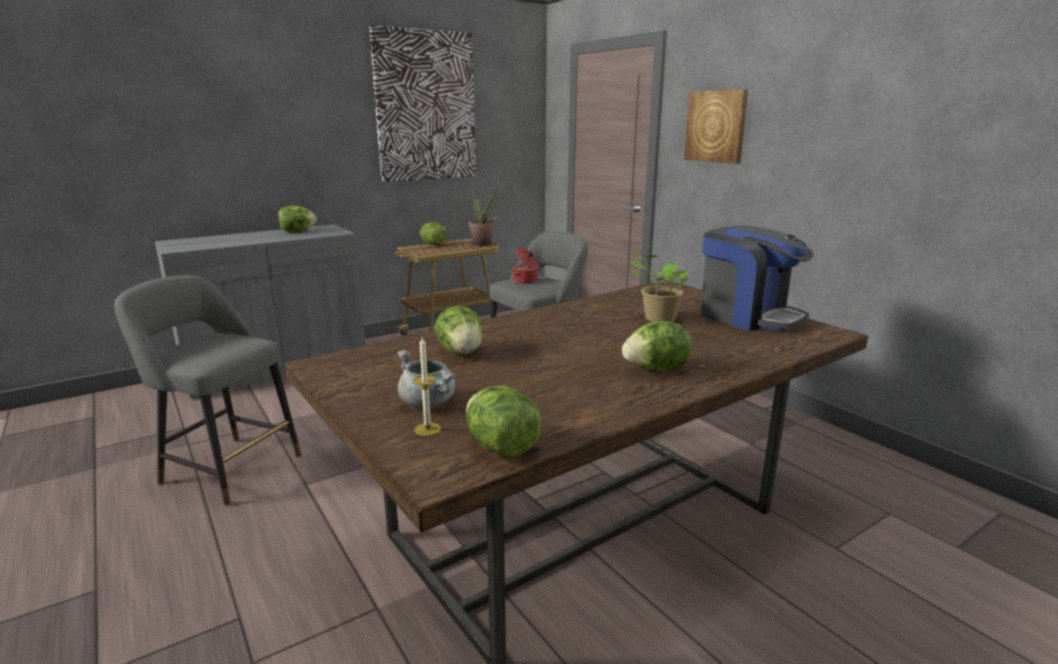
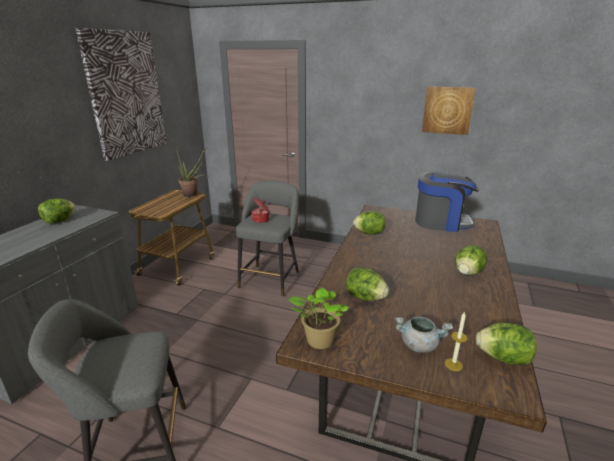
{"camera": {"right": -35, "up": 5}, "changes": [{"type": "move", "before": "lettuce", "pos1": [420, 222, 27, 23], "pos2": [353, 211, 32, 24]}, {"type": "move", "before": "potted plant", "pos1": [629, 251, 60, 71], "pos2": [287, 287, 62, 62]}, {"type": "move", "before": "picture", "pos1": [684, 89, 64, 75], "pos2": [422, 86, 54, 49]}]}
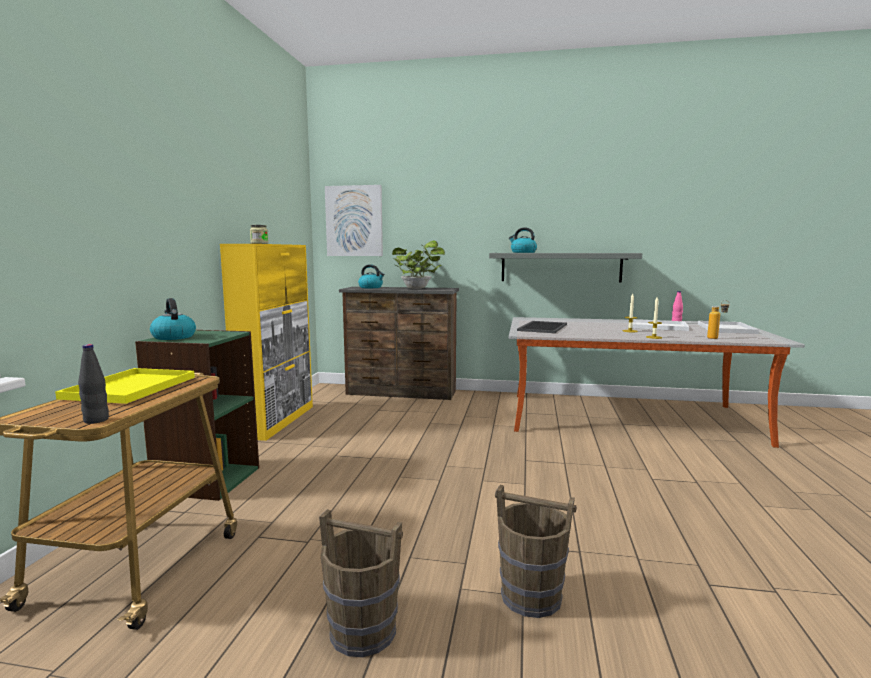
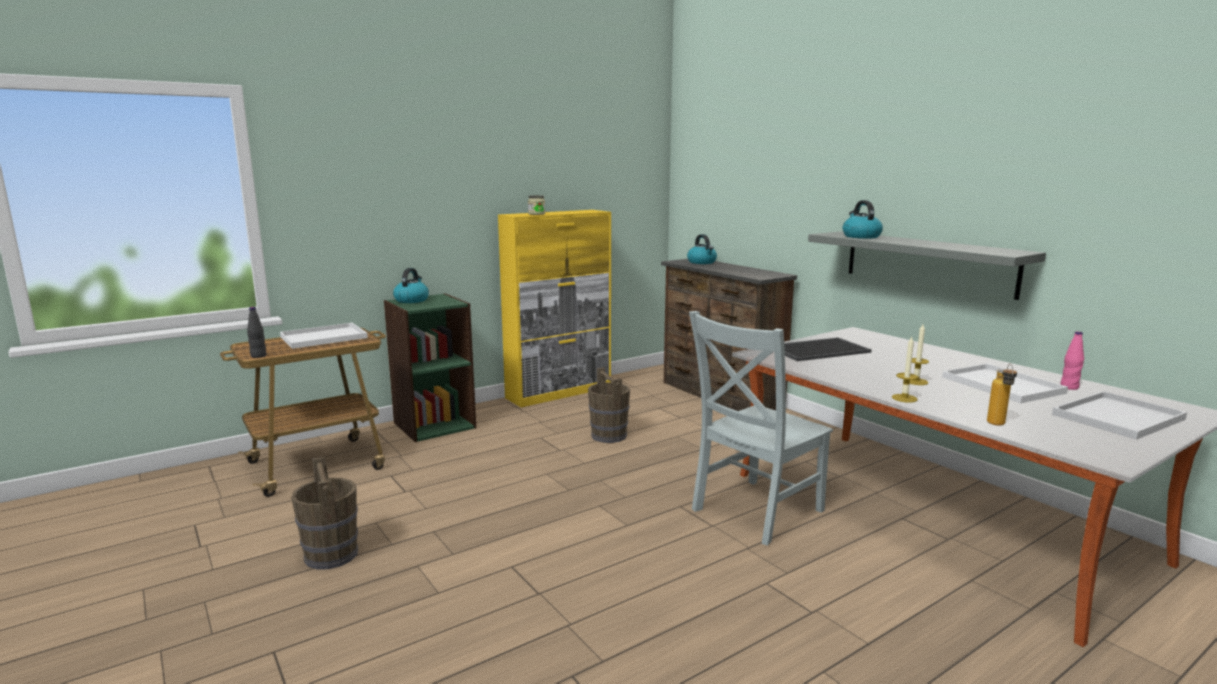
{"camera": {"right": 45, "up": 5}, "changes": [{"type": "recolor", "before": "tray in yellow", "after": "tray in white", "pos1": [55, 368, 140, 36], "pos2": [280, 323, 88, 26]}, {"type": "delete", "before": "picture", "pos1": [325, 185, 58, 71]}, {"type": "delete", "before": "potted plant", "pos1": [392, 241, 53, 48]}, {"type": "move", "before": "bucket in brown", "pos1": [495, 485, 82, 133], "pos2": [588, 367, 42, 76]}, {"type": "insert", "after": "chair in grey", "pos2": [689, 311, 144, 235]}]}
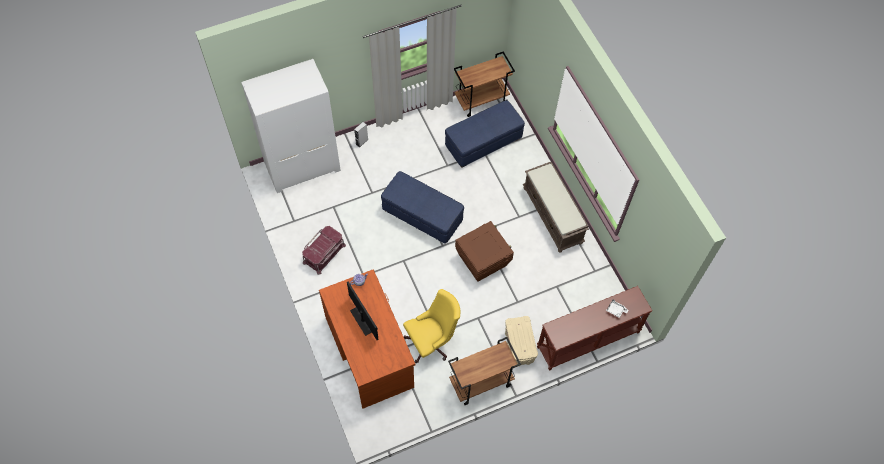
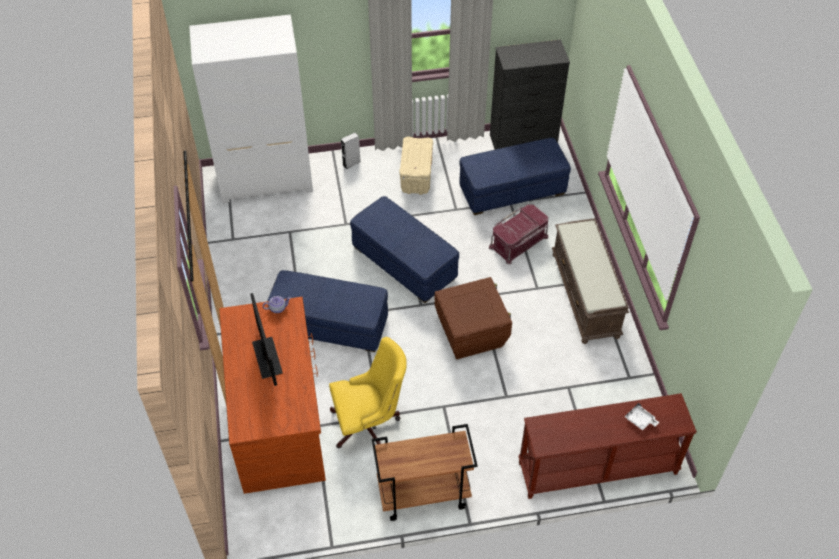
{"camera": {"right": 15, "up": -10}, "changes": [{"type": "move", "before": "storage box in red", "pos1": [302, 226, 44, 49], "pos2": [489, 204, 59, 60]}, {"type": "replace", "before": "cart in brown", "after": "dresser in black", "pos1": [454, 51, 61, 66], "pos2": [490, 40, 80, 110]}, {"type": "move", "before": "storage box in beige", "pos1": [505, 316, 33, 50], "pos2": [399, 137, 34, 58]}, {"type": "insert", "after": "ottoman in blue", "pos2": [267, 270, 121, 82]}]}
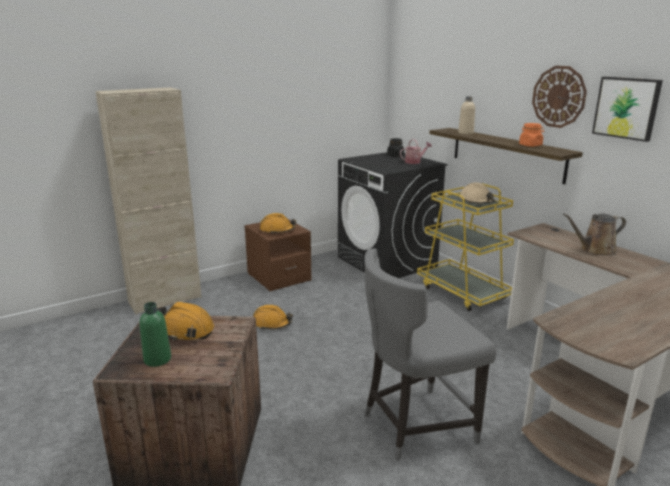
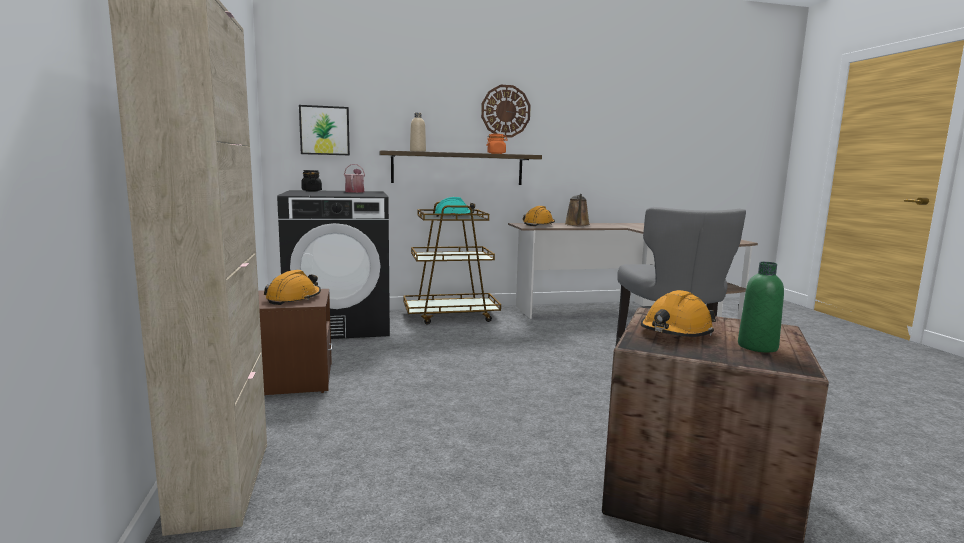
{"camera": {"right": -70, "up": -10}, "changes": [{"type": "move", "before": "hard hat in orange", "pos1": [253, 305, 40, 25], "pos2": [522, 206, 33, 20]}, {"type": "recolor", "before": "cart in yellow", "after": "cart in brown", "pos1": [417, 184, 97, 127], "pos2": [403, 202, 98, 123]}, {"type": "recolor", "before": "hard hat in beige", "after": "hard hat in turquoise", "pos1": [460, 182, 35, 21], "pos2": [435, 197, 40, 20]}, {"type": "move", "before": "picture", "pos1": [592, 77, 71, 65], "pos2": [299, 105, 51, 50]}]}
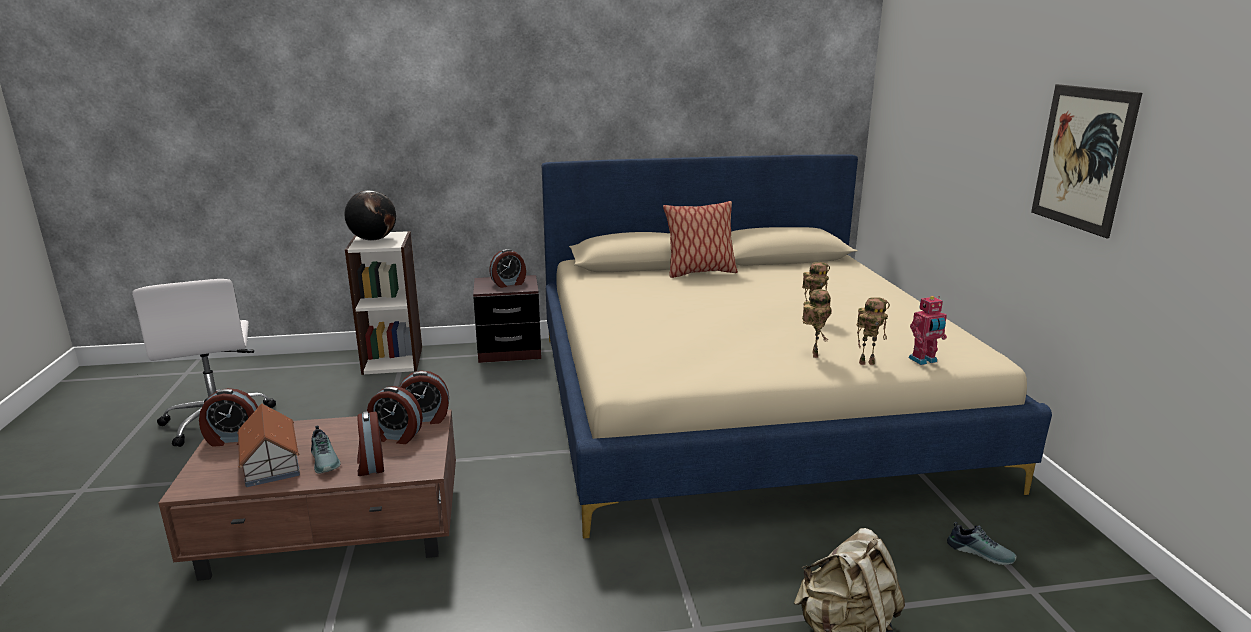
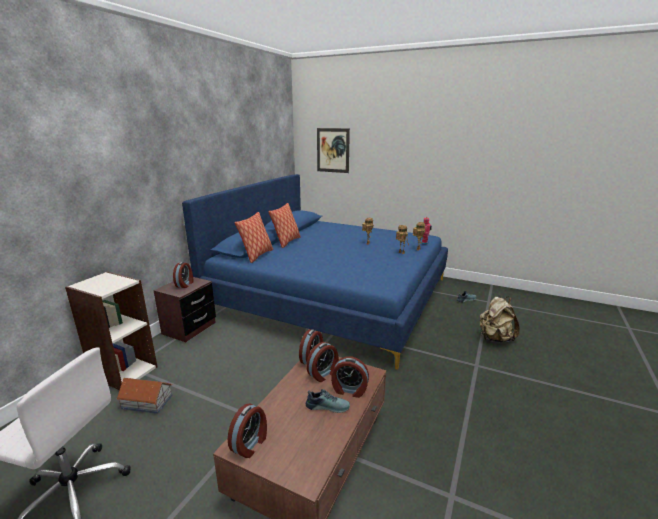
{"camera": {"right": -55, "up": 0}, "changes": [{"type": "move", "before": "toy house", "pos1": [237, 403, 63, 84], "pos2": [116, 378, 57, 36]}, {"type": "delete", "before": "globe", "pos1": [344, 190, 52, 51]}, {"type": "recolor", "before": "bed in beige", "after": "bed in blue", "pos1": [542, 154, 510, 384], "pos2": [182, 174, 266, 196]}, {"type": "move", "before": "picture", "pos1": [1031, 84, 111, 154], "pos2": [317, 128, 33, 45]}, {"type": "insert", "after": "pillow", "pos2": [235, 212, 38, 51]}]}
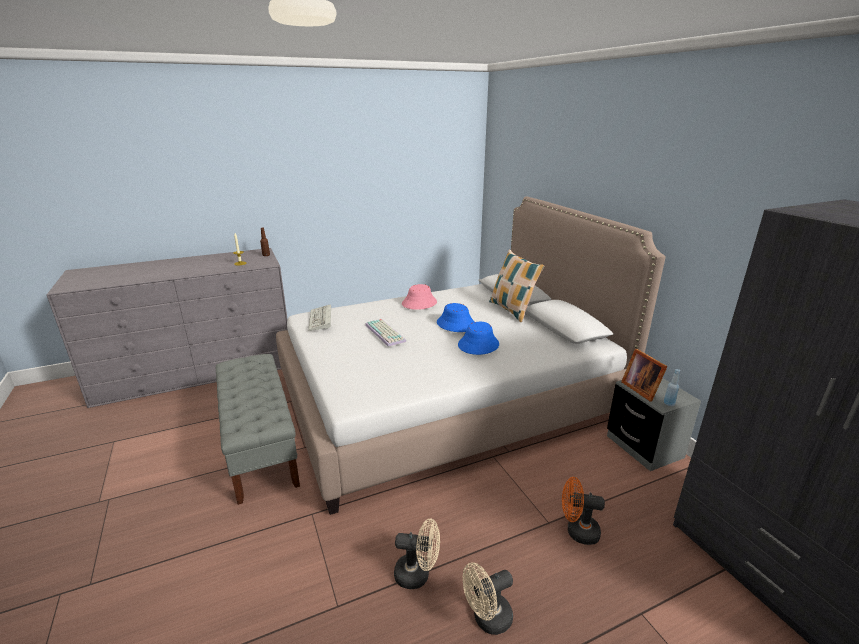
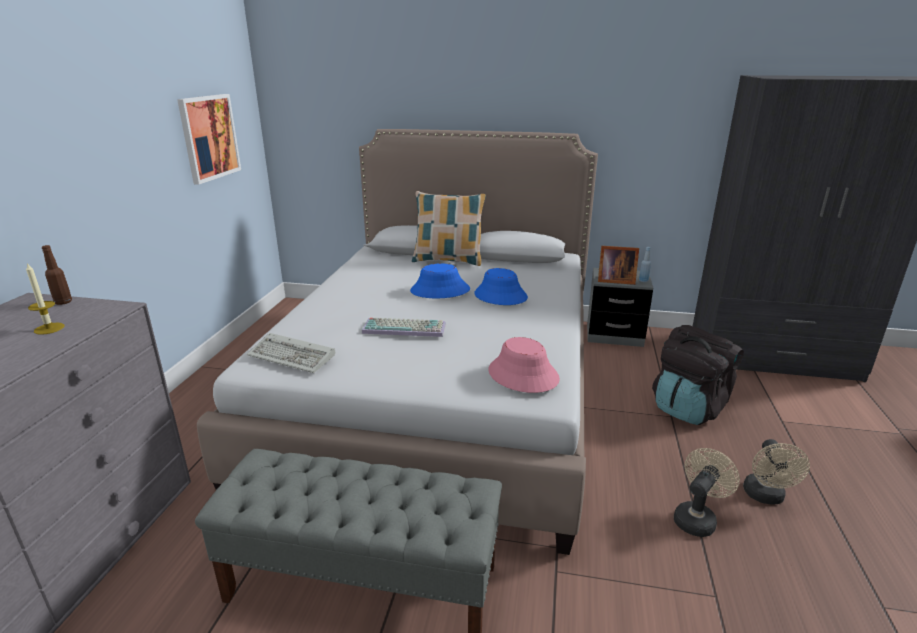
{"camera": {"right": -55, "up": 0}, "changes": [{"type": "move", "before": "hat in pink", "pos1": [402, 284, 35, 26], "pos2": [488, 337, 72, 56]}, {"type": "replace", "before": "fan in orange", "after": "backpack in black", "pos1": [562, 477, 43, 68], "pos2": [652, 325, 92, 100]}, {"type": "insert", "after": "picture", "pos2": [177, 94, 64, 91]}]}
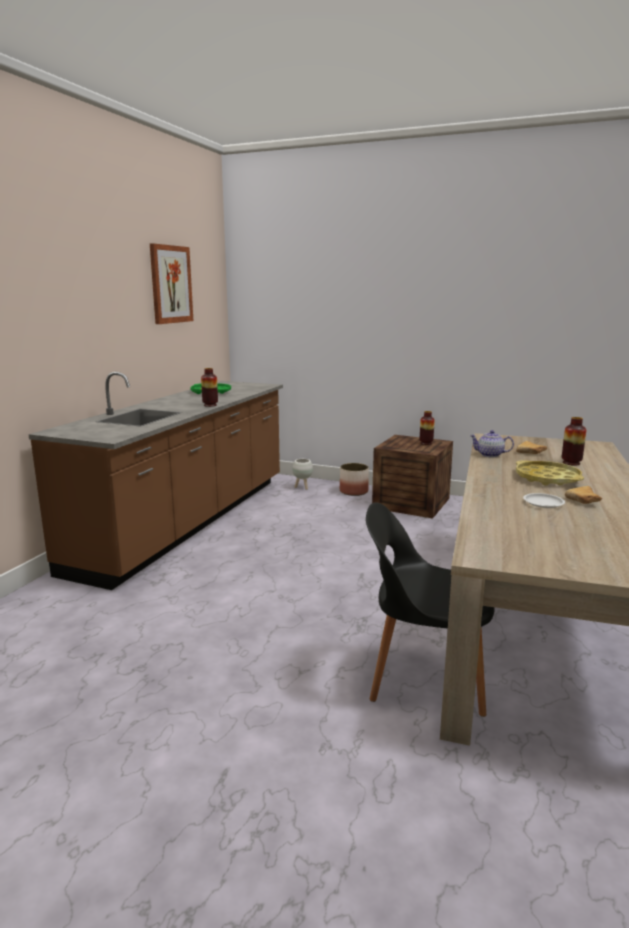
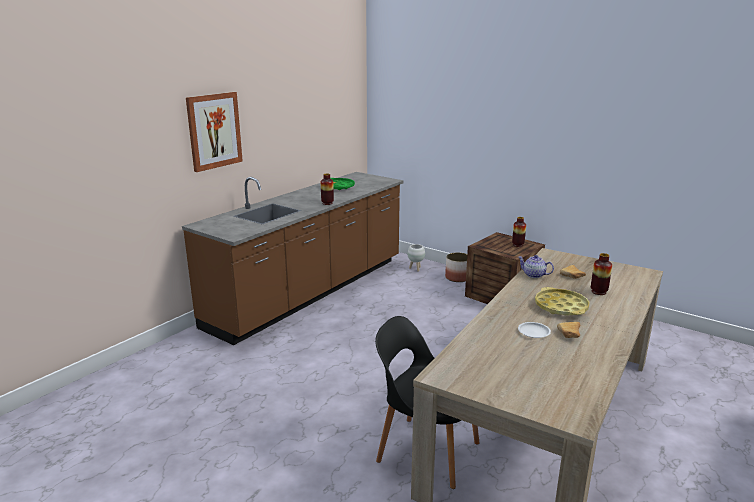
{"camera": {"right": 15, "up": 5}, "changes": [{"type": "move", "before": "picture", "pos1": [150, 243, 43, 81], "pos2": [186, 92, 57, 80]}]}
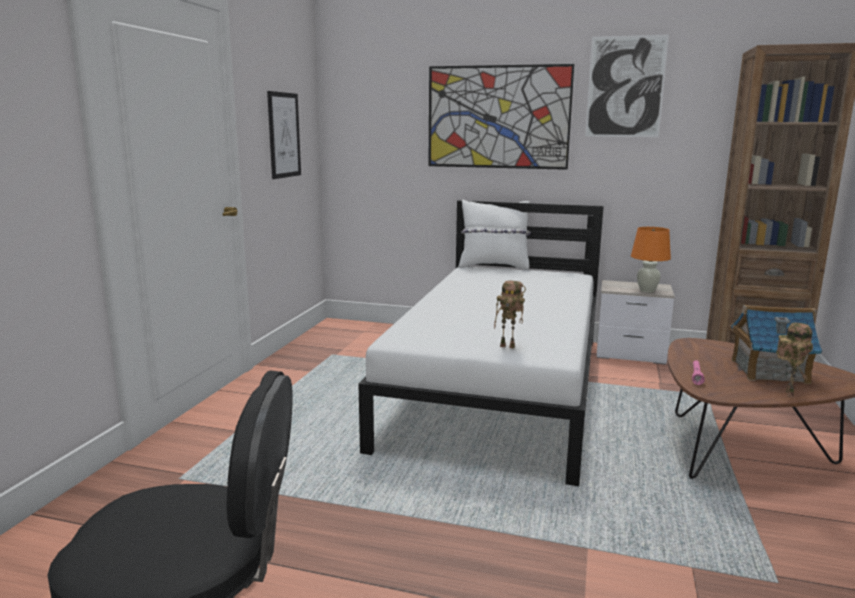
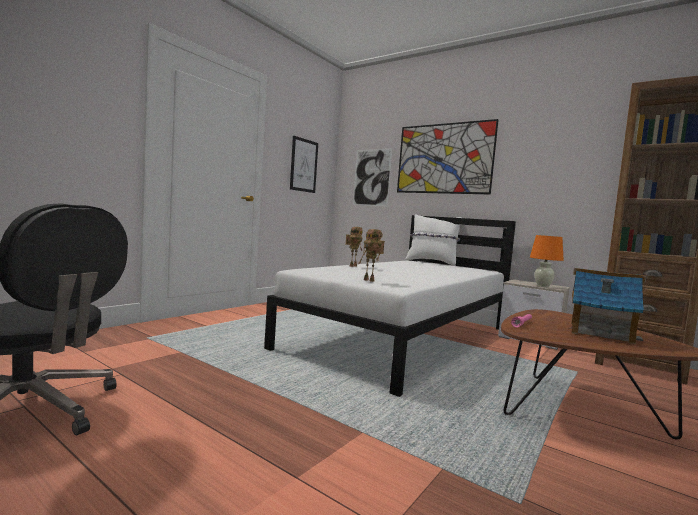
{"camera": {"right": 20, "up": -10}, "changes": [{"type": "move", "before": "picture", "pos1": [585, 35, 84, 102], "pos2": [353, 148, 40, 59]}, {"type": "move", "before": "toy robot", "pos1": [776, 323, 37, 75], "pos2": [345, 227, 18, 40]}]}
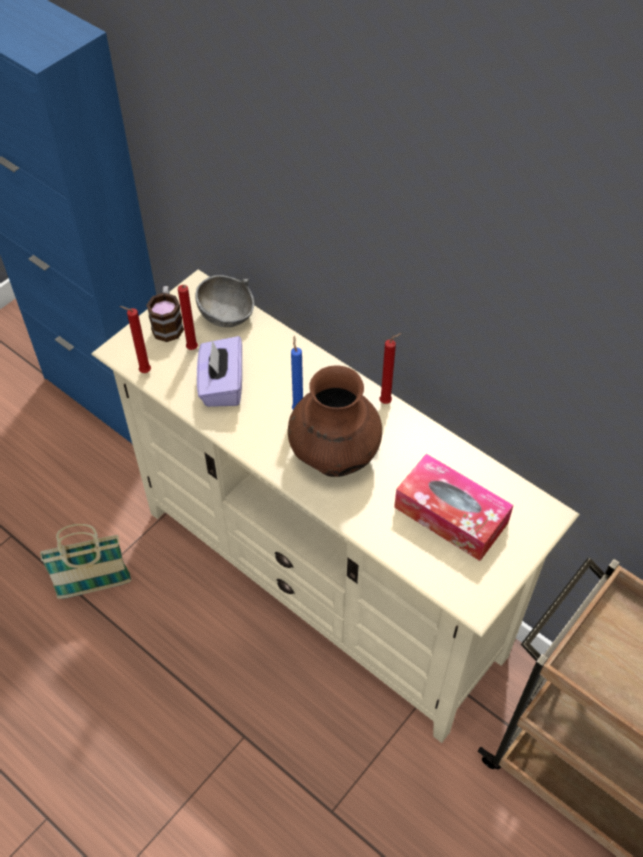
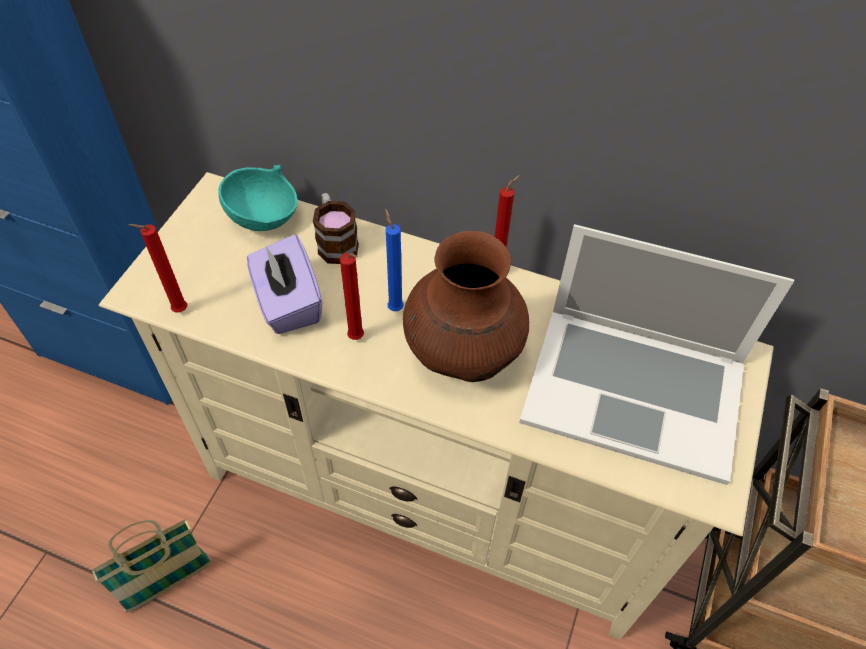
{"camera": {"right": -20, "up": 0}, "changes": [{"type": "move", "before": "mug", "pos1": [146, 286, 38, 56], "pos2": [313, 193, 46, 71]}, {"type": "move", "before": "candle in red", "pos1": [178, 285, 20, 65], "pos2": [340, 253, 24, 87]}, {"type": "recolor", "before": "bowl in grey", "after": "bowl in turquoise", "pos1": [195, 275, 59, 52], "pos2": [218, 165, 80, 66]}, {"type": "replace", "before": "tissue box", "after": "laptop", "pos1": [394, 453, 120, 108], "pos2": [519, 224, 275, 261]}]}
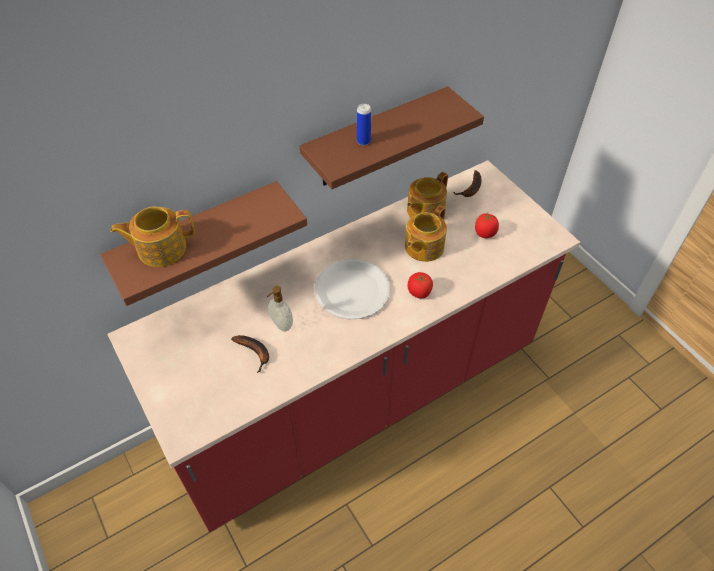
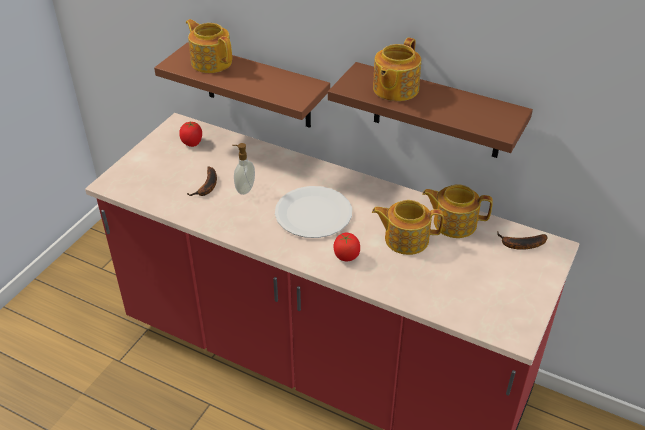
{"camera": {"right": 60, "up": -10}, "changes": [{"type": "replace", "before": "can", "after": "teapot", "pos1": [357, 104, 14, 41], "pos2": [373, 37, 48, 64]}, {"type": "move", "before": "tomato", "pos1": [475, 212, 24, 26], "pos2": [179, 122, 23, 25]}]}
